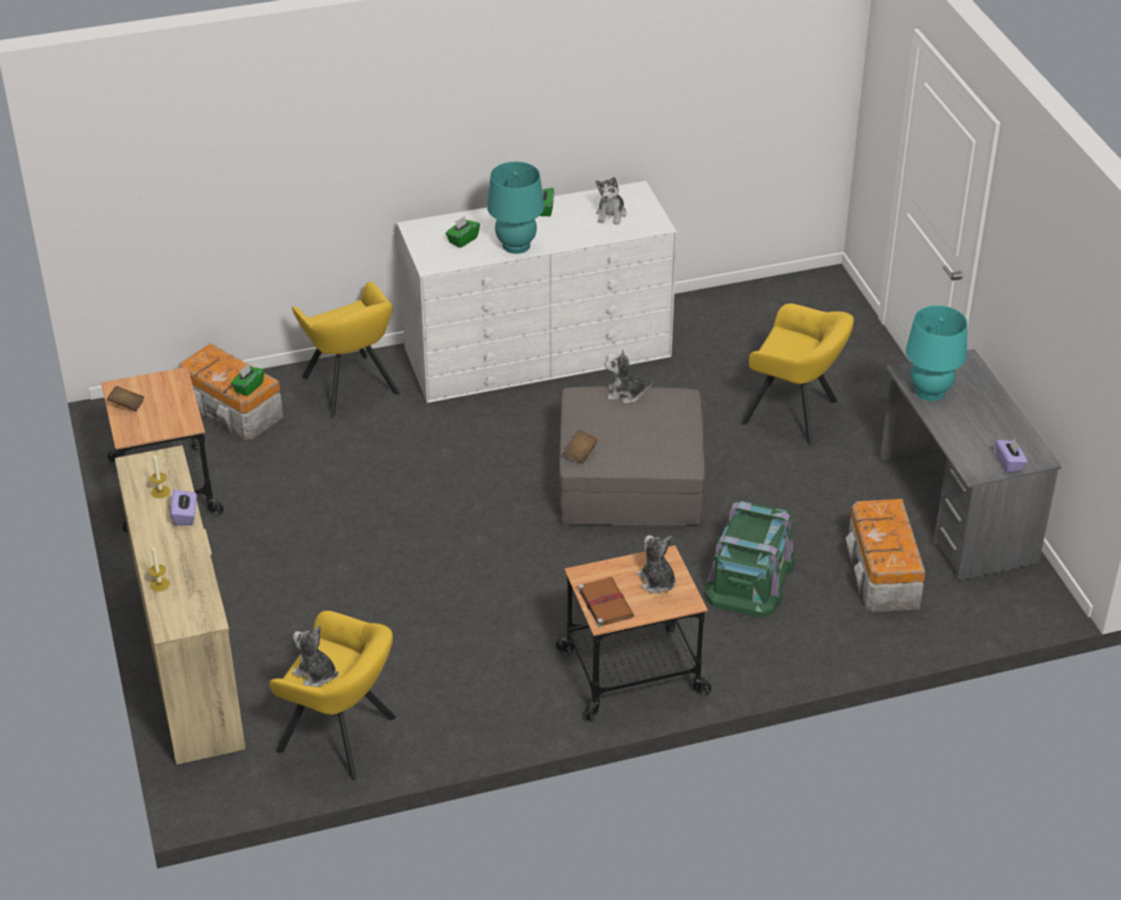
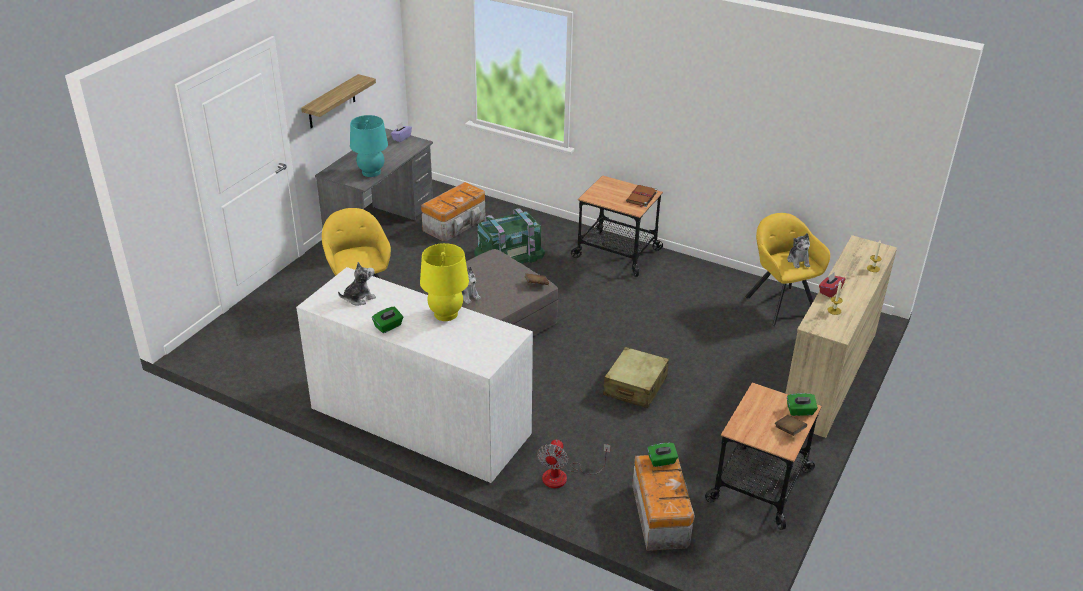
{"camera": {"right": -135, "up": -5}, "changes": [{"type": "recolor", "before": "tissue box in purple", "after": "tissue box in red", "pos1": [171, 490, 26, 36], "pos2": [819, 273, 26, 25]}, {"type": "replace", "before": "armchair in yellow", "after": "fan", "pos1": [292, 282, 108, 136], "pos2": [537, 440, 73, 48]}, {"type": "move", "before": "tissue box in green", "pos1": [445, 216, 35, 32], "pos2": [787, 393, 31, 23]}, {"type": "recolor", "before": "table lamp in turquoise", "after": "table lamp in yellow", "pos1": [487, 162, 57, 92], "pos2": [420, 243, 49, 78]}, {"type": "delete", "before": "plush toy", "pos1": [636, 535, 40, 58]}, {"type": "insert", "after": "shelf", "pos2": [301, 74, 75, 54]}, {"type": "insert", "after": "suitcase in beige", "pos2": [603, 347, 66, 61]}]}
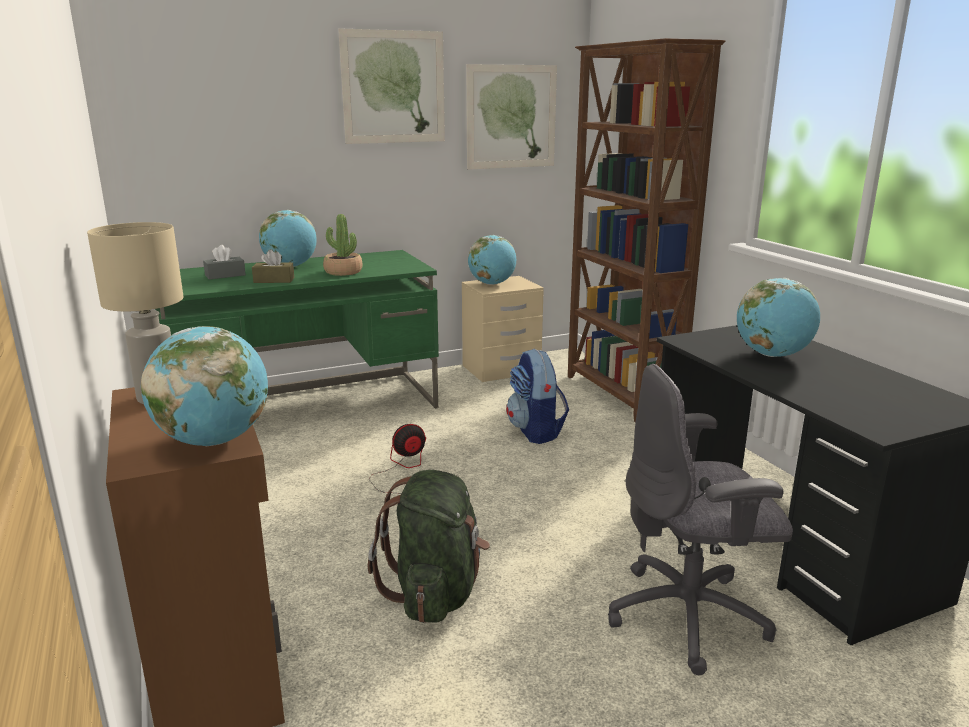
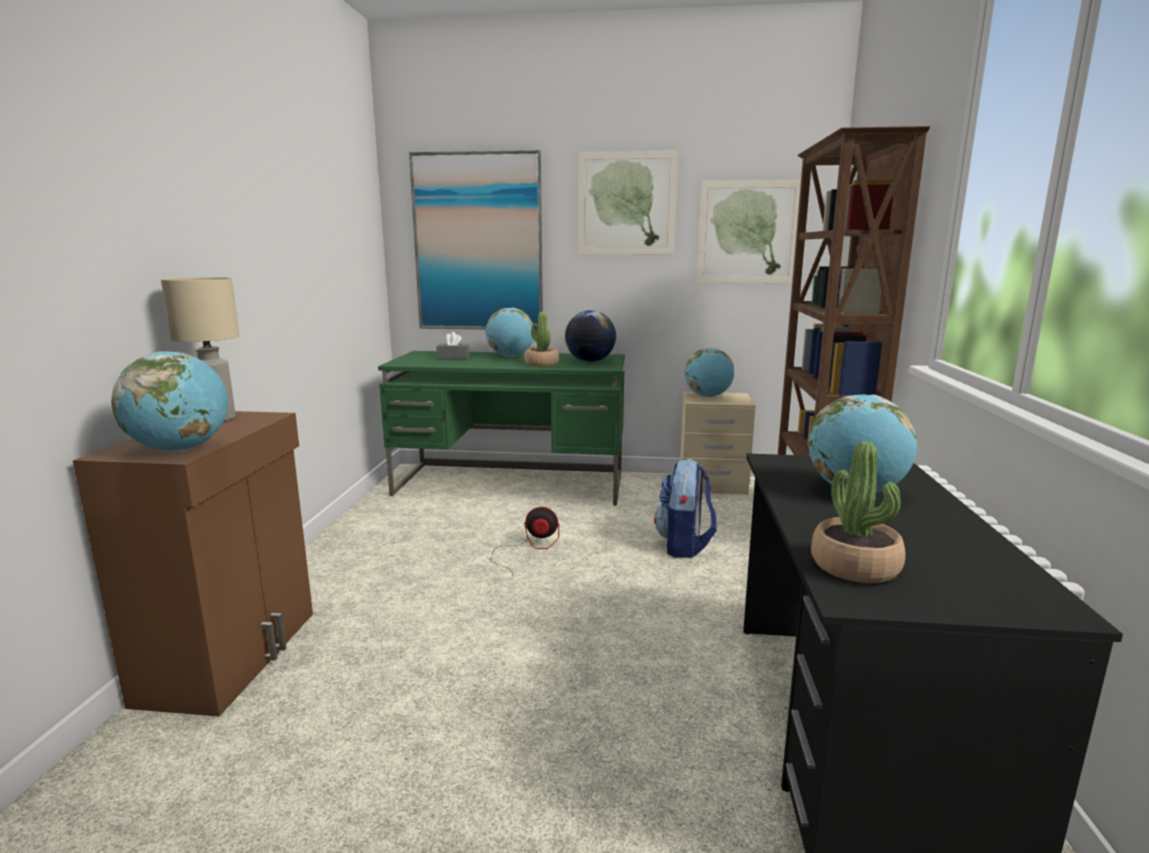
{"camera": {"right": 30, "up": -5}, "changes": [{"type": "delete", "before": "tissue box in brown", "pos1": [252, 250, 42, 33]}, {"type": "delete", "before": "backpack in green", "pos1": [368, 470, 122, 153]}, {"type": "delete", "before": "office chair in grey", "pos1": [608, 364, 185, 311]}, {"type": "insert", "after": "picture", "pos2": [409, 150, 134, 179]}, {"type": "insert", "after": "globe", "pos2": [565, 310, 51, 52]}, {"type": "insert", "after": "potted plant", "pos2": [811, 441, 94, 142]}]}
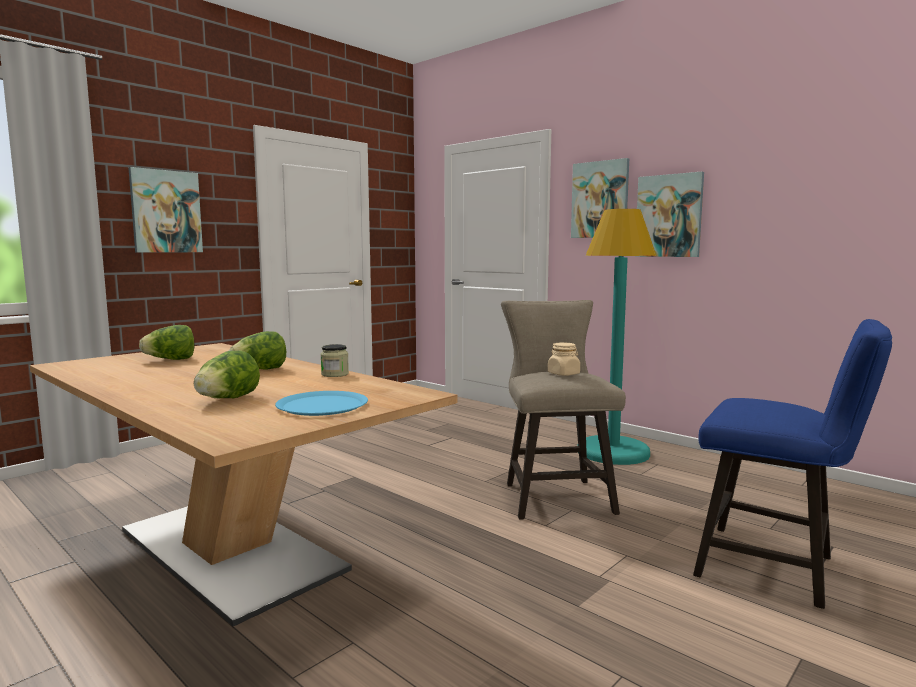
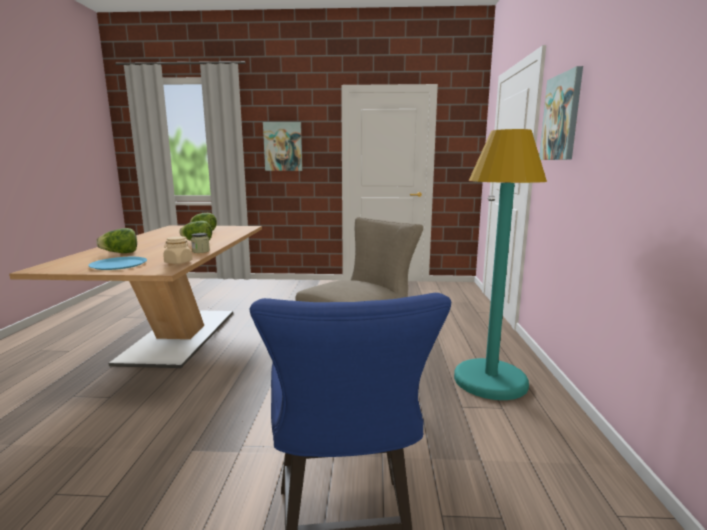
{"camera": {"right": 50, "up": 5}, "changes": [{"type": "move", "before": "jar in beige", "pos1": [548, 342, 32, 34], "pos2": [163, 236, 29, 28]}, {"type": "delete", "before": "picture", "pos1": [635, 172, 69, 85]}]}
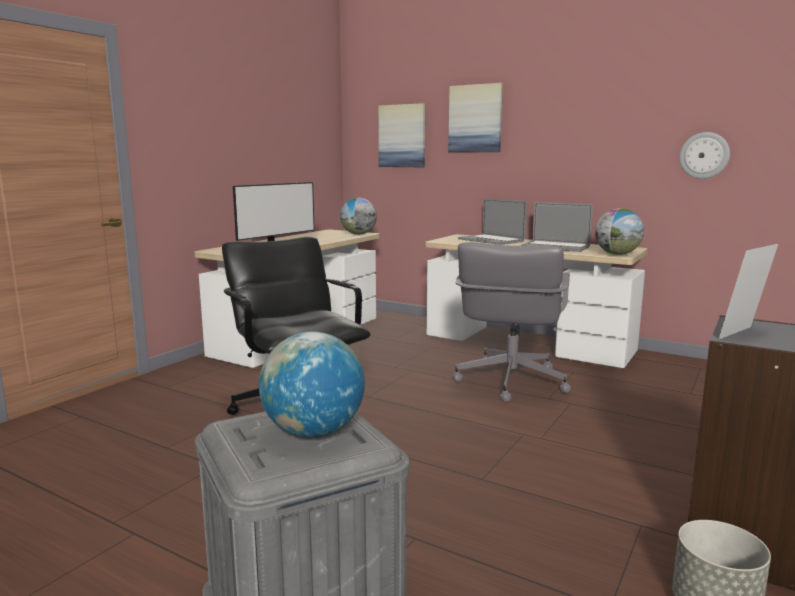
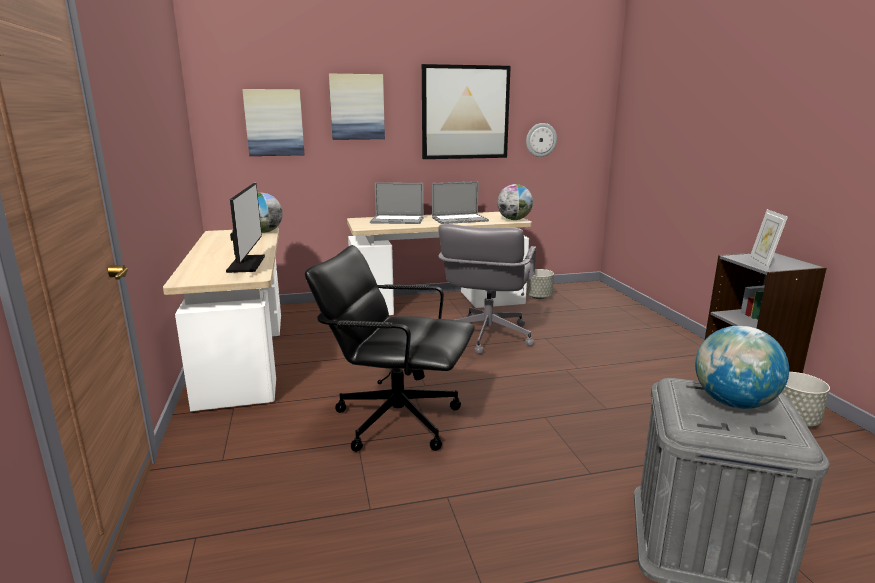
{"camera": {"right": -45, "up": 5}, "changes": [{"type": "rotate", "before": "office chair in grey", "pos1": [452, 242, 119, 160], "pos2": [438, 224, 98, 130], "turn": 45}, {"type": "insert", "after": "picture", "pos2": [422, 64, 89, 95]}, {"type": "insert", "after": "planter in grey", "pos2": [526, 269, 28, 30]}]}
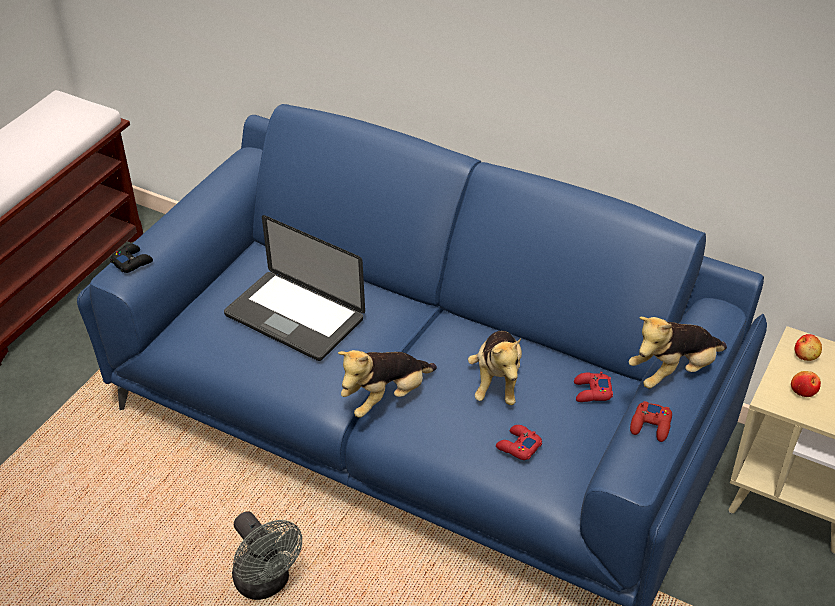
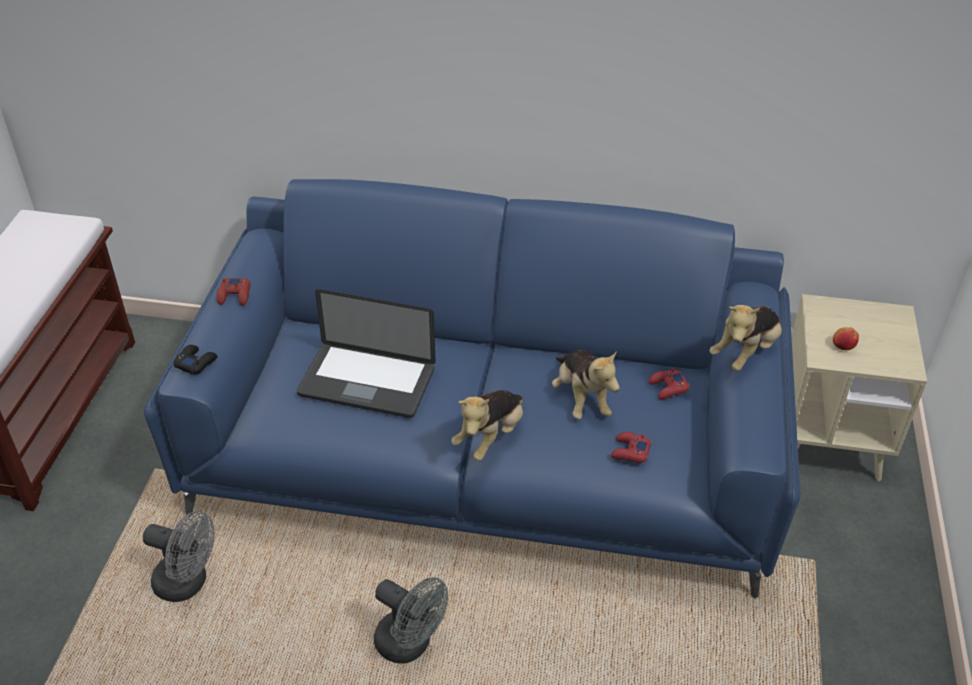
{"camera": {"right": -20, "up": 0}, "changes": [{"type": "move", "before": "game controller in red", "pos1": [630, 401, 42, 41], "pos2": [216, 278, 35, 27]}, {"type": "delete", "before": "apple", "pos1": [795, 334, 27, 27]}, {"type": "insert", "after": "fan in grey", "pos2": [143, 511, 72, 91]}]}
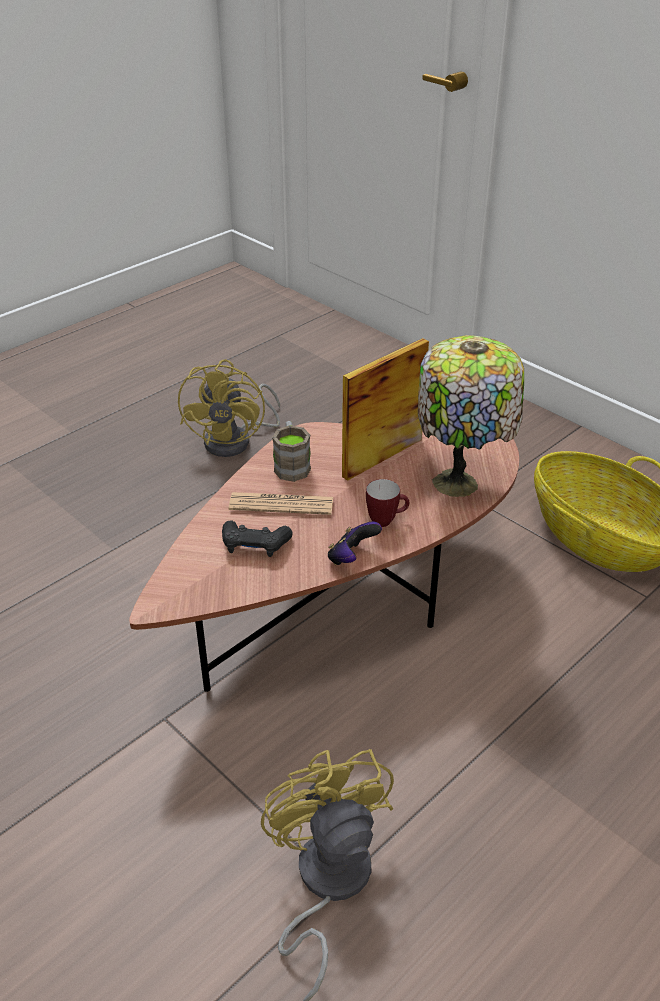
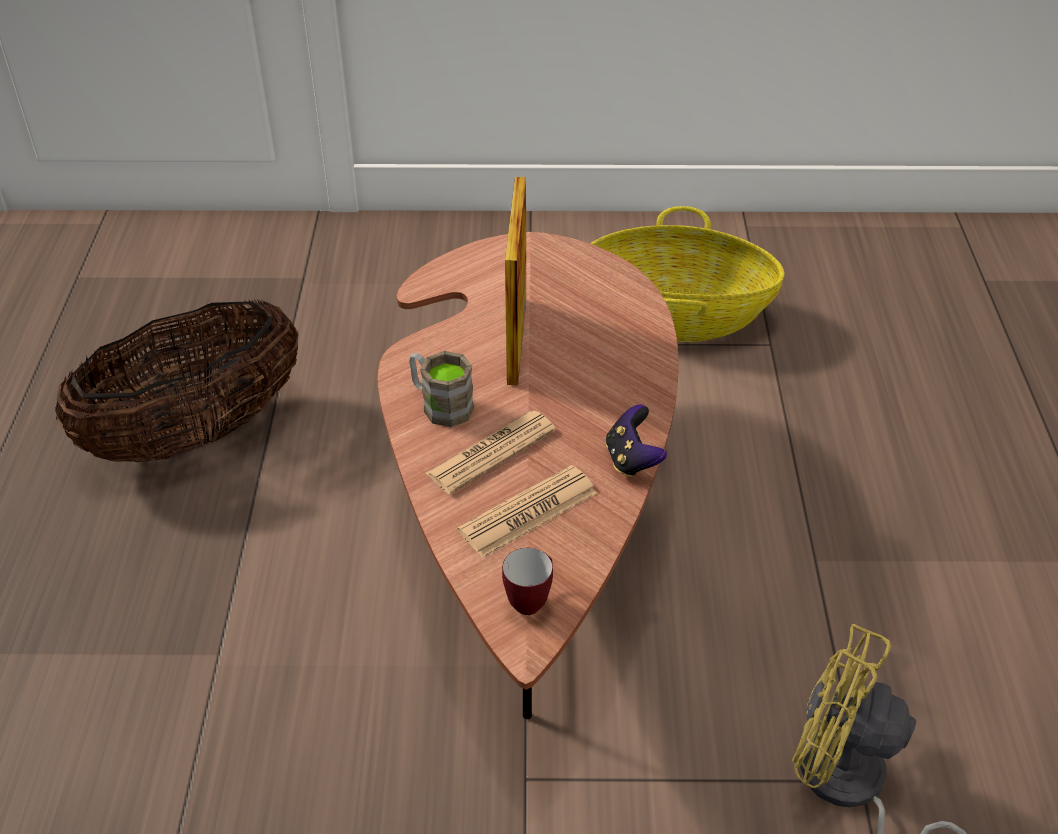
{"camera": {"right": -45, "up": 5}, "changes": [{"type": "replace", "before": "fan in yellow", "after": "basket", "pos1": [178, 359, 102, 98], "pos2": [55, 299, 243, 163]}, {"type": "replace", "before": "game controller in black", "after": "newspaper", "pos1": [222, 520, 70, 37], "pos2": [457, 465, 140, 93]}, {"type": "move", "before": "mug", "pos1": [366, 479, 44, 48], "pos2": [502, 548, 51, 67]}, {"type": "delete", "before": "table lamp", "pos1": [418, 335, 106, 162]}]}
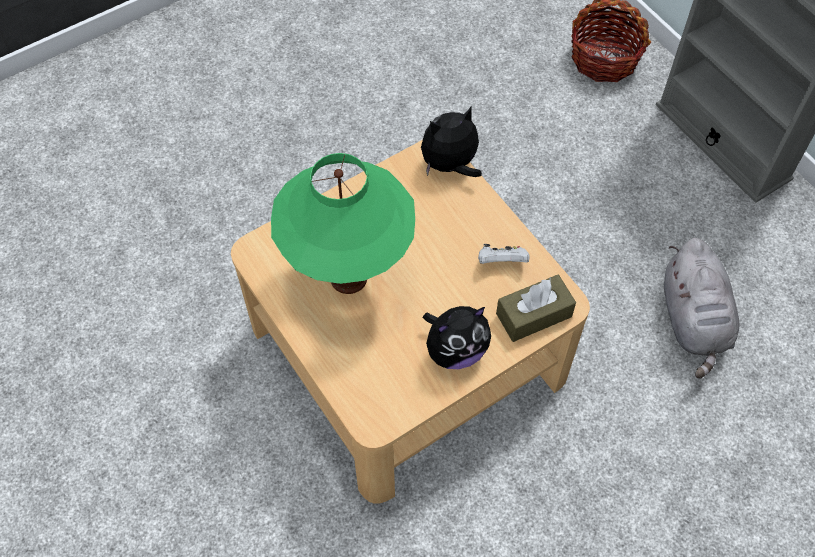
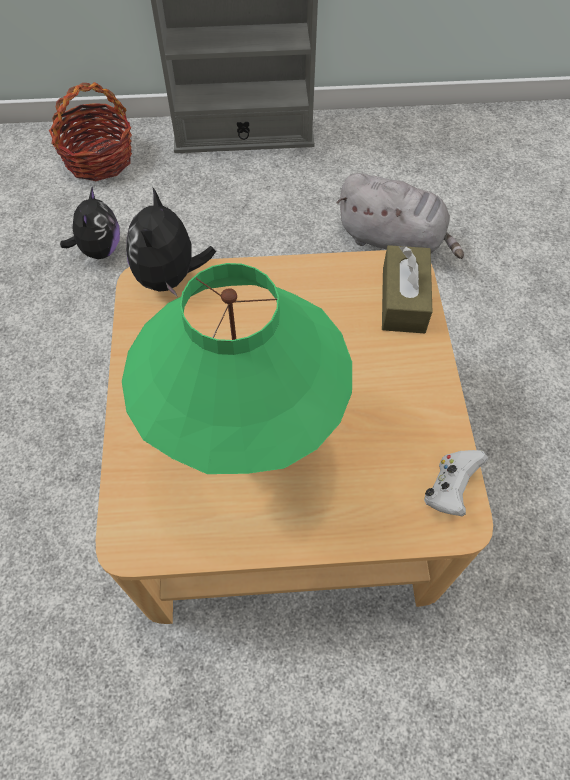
{"camera": {"right": -60, "up": 0}, "changes": [{"type": "move", "before": "plush toy", "pos1": [423, 306, 68, 63], "pos2": [60, 186, 60, 73]}, {"type": "move", "before": "game controller in white", "pos1": [478, 244, 52, 20], "pos2": [424, 450, 64, 66]}]}
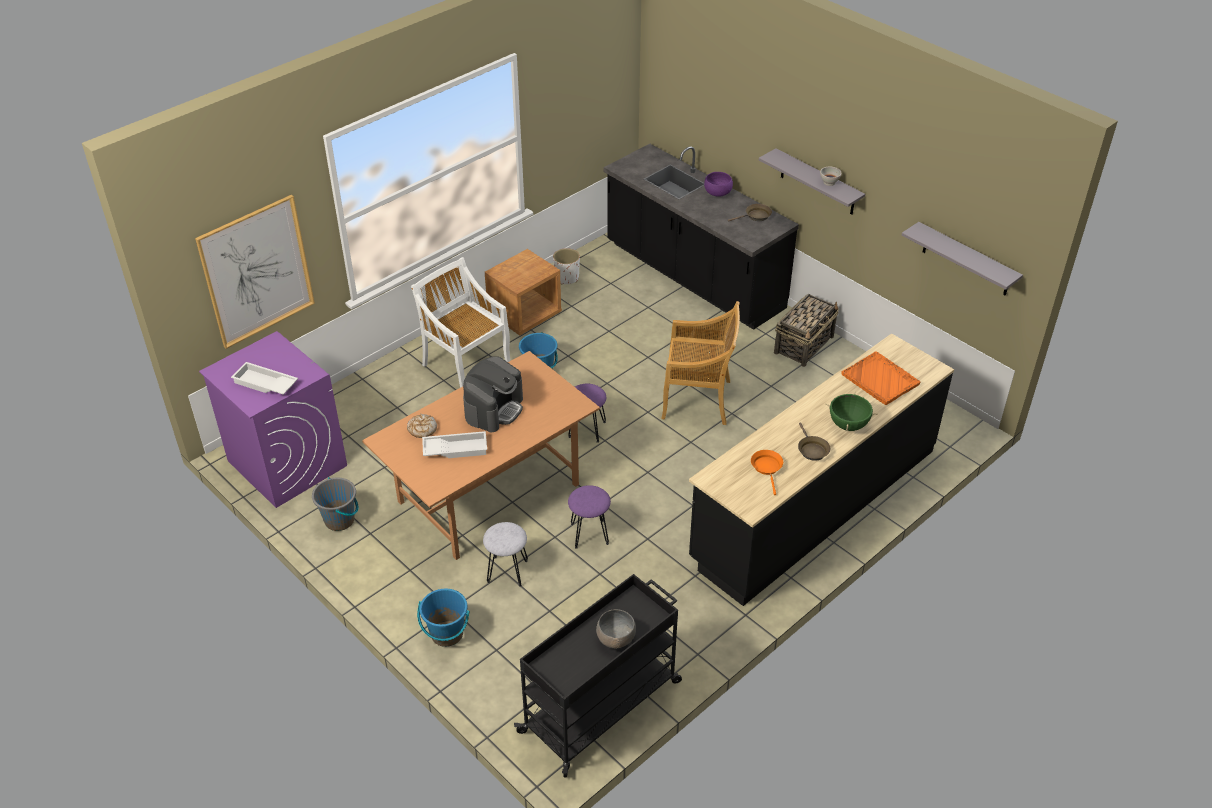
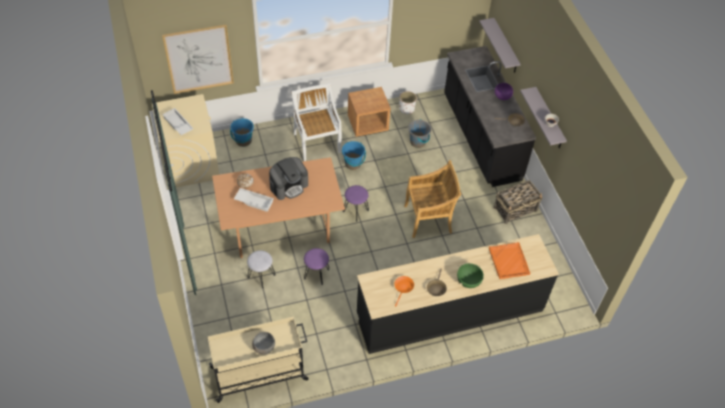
{"camera": {"right": 25, "up": 10}, "changes": [{"type": "recolor", "before": "washing machine in purple", "after": "washing machine in beige", "pos1": [199, 331, 148, 177], "pos2": [152, 94, 67, 94]}, {"type": "move", "before": "bucket in grey", "pos1": [312, 477, 46, 54], "pos2": [408, 119, 23, 29]}, {"type": "move", "before": "bucket in blue", "pos1": [417, 589, 53, 58], "pos2": [230, 118, 24, 29]}, {"type": "recolor", "before": "cart in black", "after": "cart in beige", "pos1": [514, 574, 168, 204], "pos2": [207, 316, 102, 87]}, {"type": "rotate", "before": "chair in beige", "pos1": [662, 301, 78, 124], "pos2": [404, 160, 57, 78], "turn": -45}, {"type": "move", "before": "shelf in grey", "pos1": [901, 222, 122, 74], "pos2": [479, 18, 42, 55]}]}
